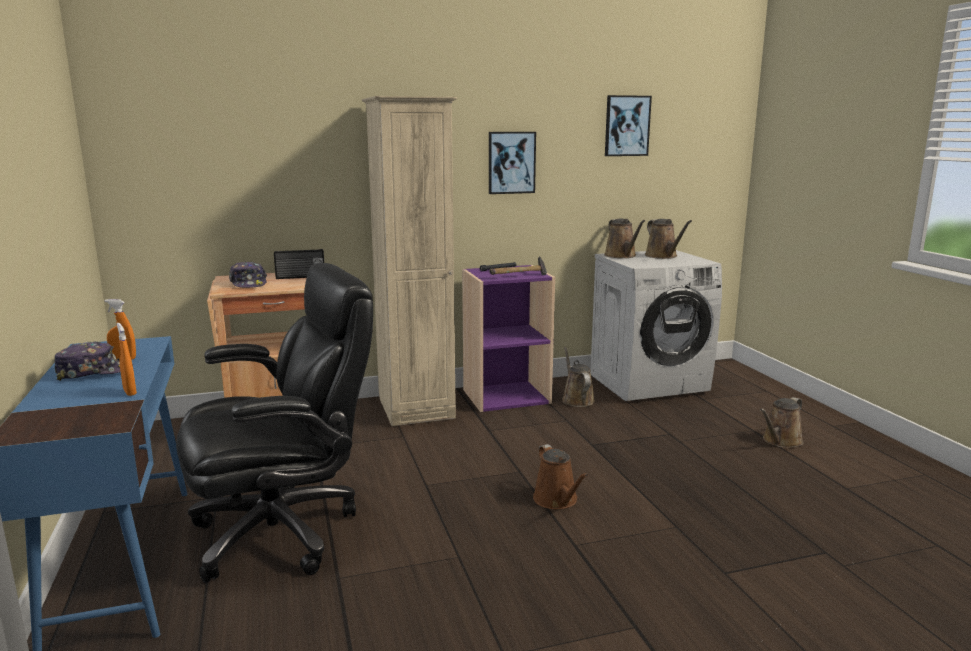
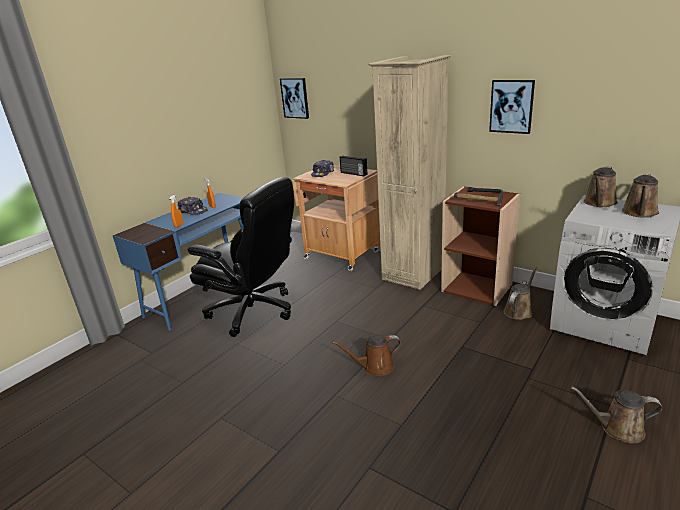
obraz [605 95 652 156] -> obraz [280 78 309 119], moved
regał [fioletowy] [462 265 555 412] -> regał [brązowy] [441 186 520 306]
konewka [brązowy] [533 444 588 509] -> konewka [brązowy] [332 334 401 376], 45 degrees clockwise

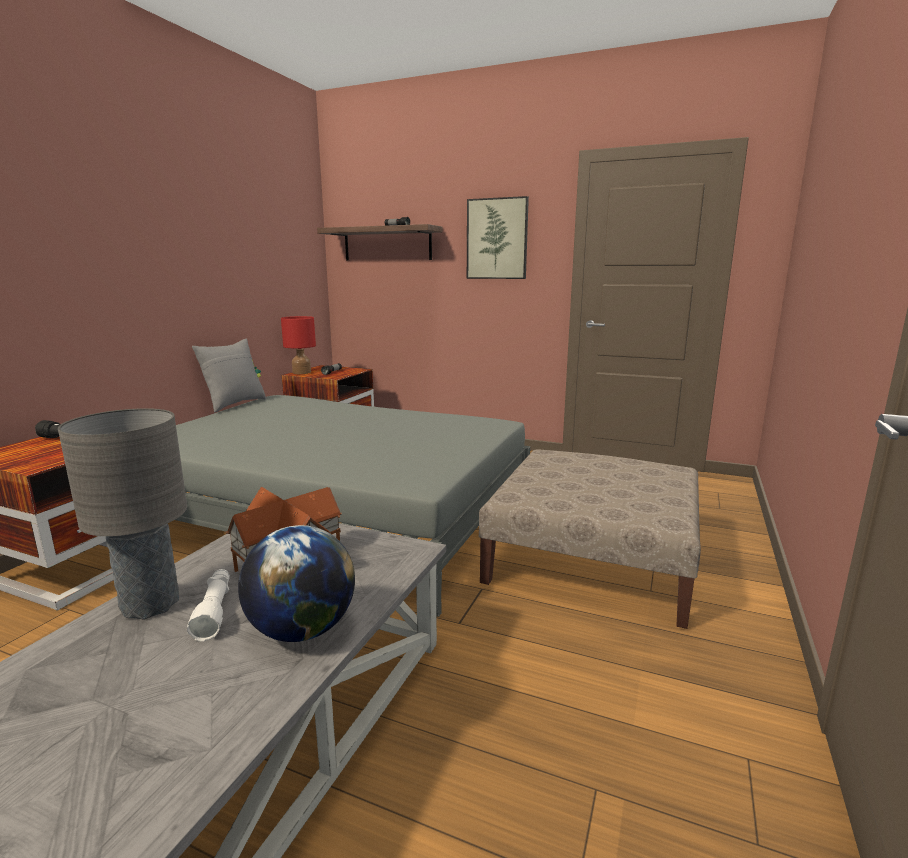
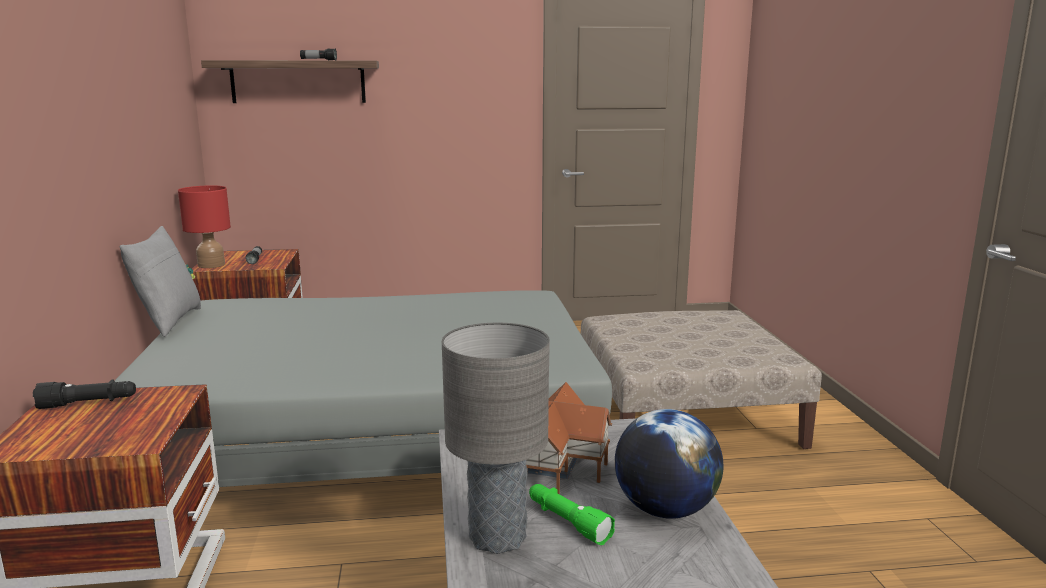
obraz [467 196 529 279] -> none
latarka [biały] [187 569 230 642] -> latarka [zielony] [529 484 615 545]

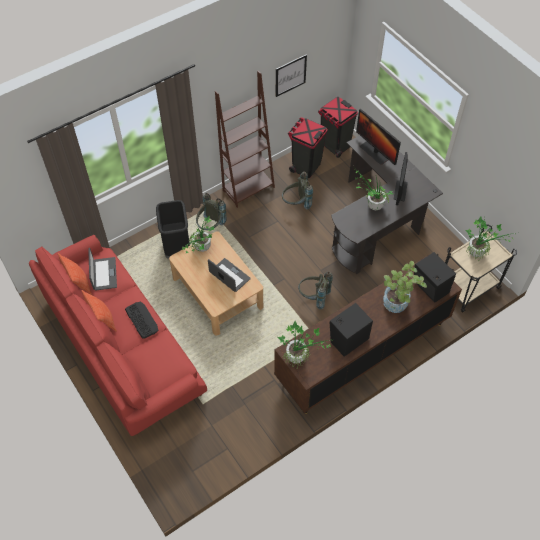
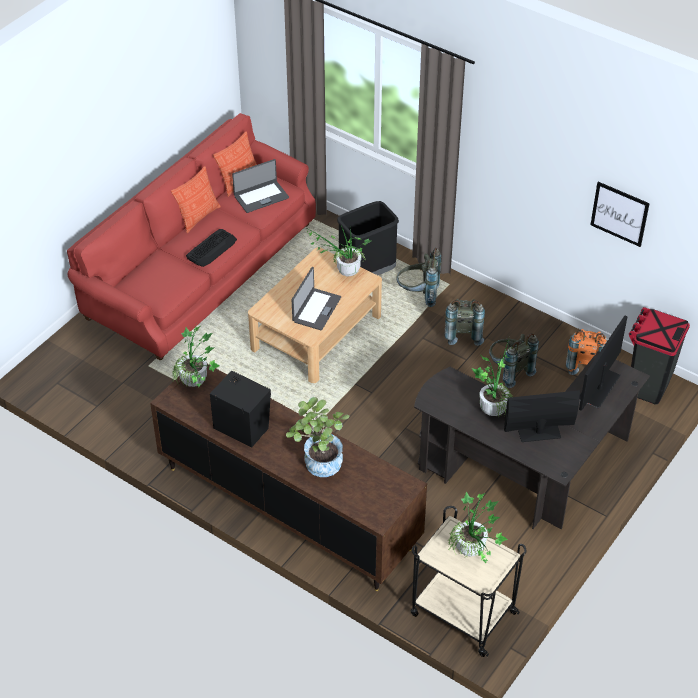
regał [brązowy] [215 71 275 208] -> none
kosz na śmieci [czarny] [288 117 327 178] -> plecak [pomarańczowy] [566 329 608 375]
głośnik [czarny] [414 252 456 303] -> none
plecak [szary] [298 271 333 310] -> plecak [szary] [444 299 485 346], moved

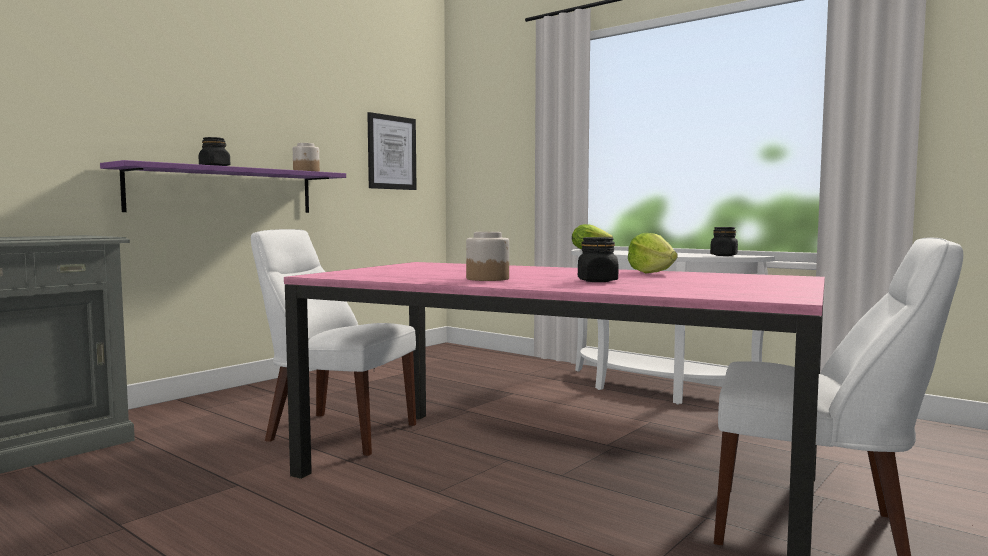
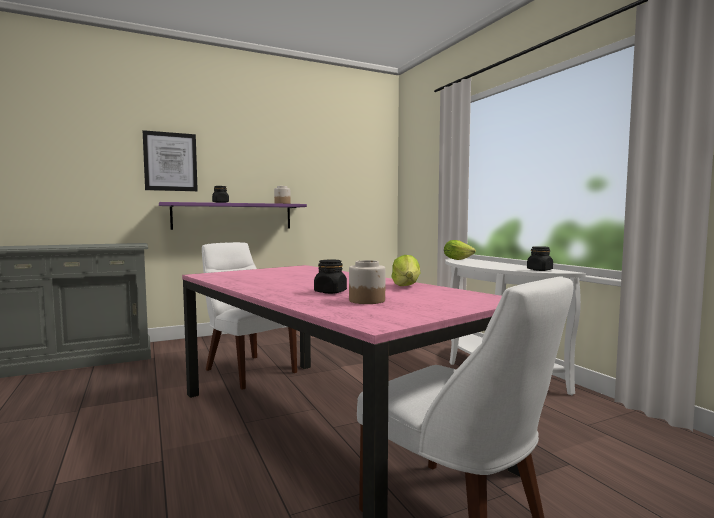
obraz [367 112 416 190] -> obraz [143 130 198 191], moved
słoik [466 232 509 281] -> słoik [349 260 385 304], moved

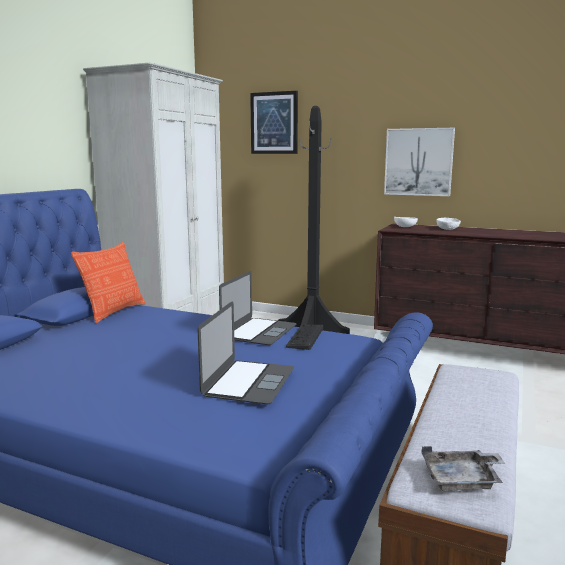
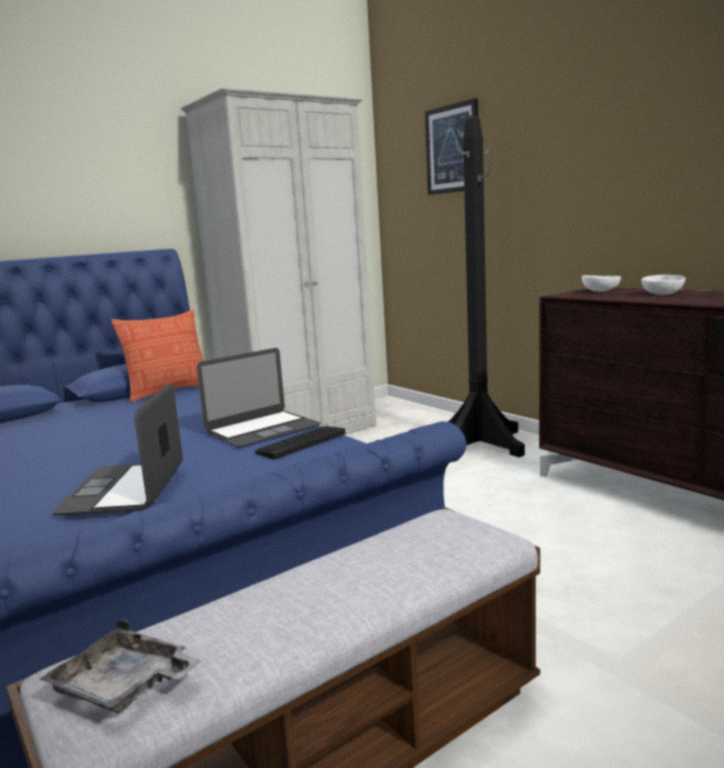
obraz [384 128 455 196] -> none
laptop [198 301 294 404] -> laptop [51 383 183 515], 135 degrees clockwise

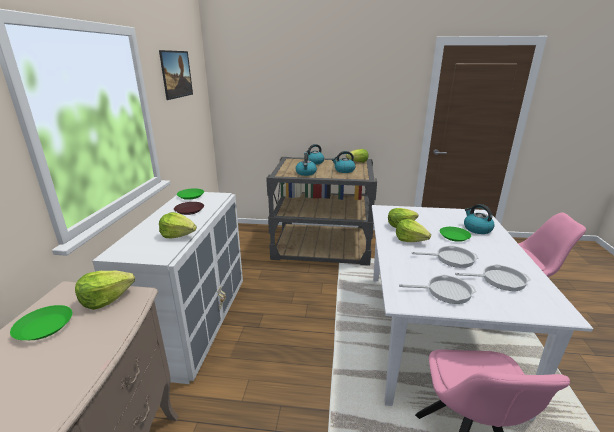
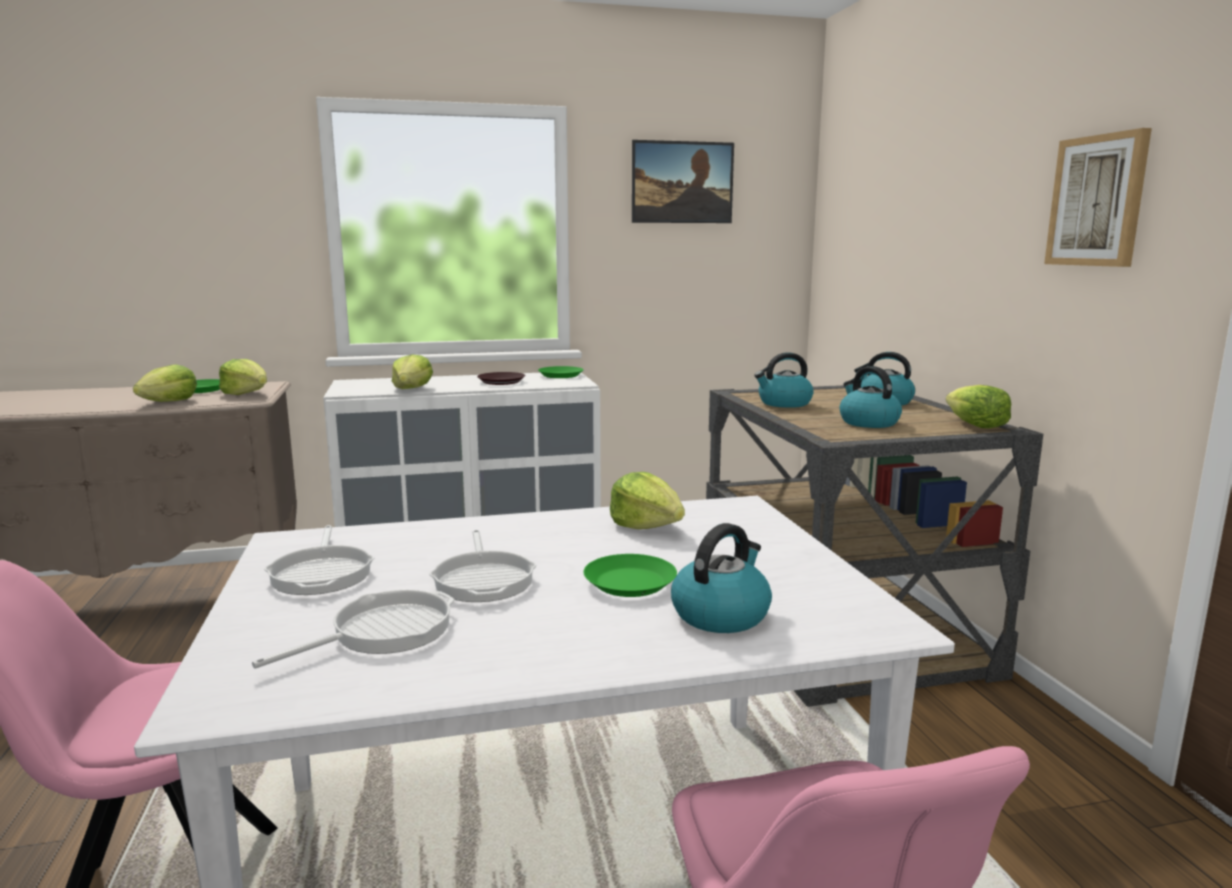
sałata [396 219 431 242] -> sałata [133 364 197 402], moved
patelnia [455 264 531 291] -> patelnia [252 590 455 669], 120 degrees counterclockwise
none -> obraz [1044 128 1152 267]

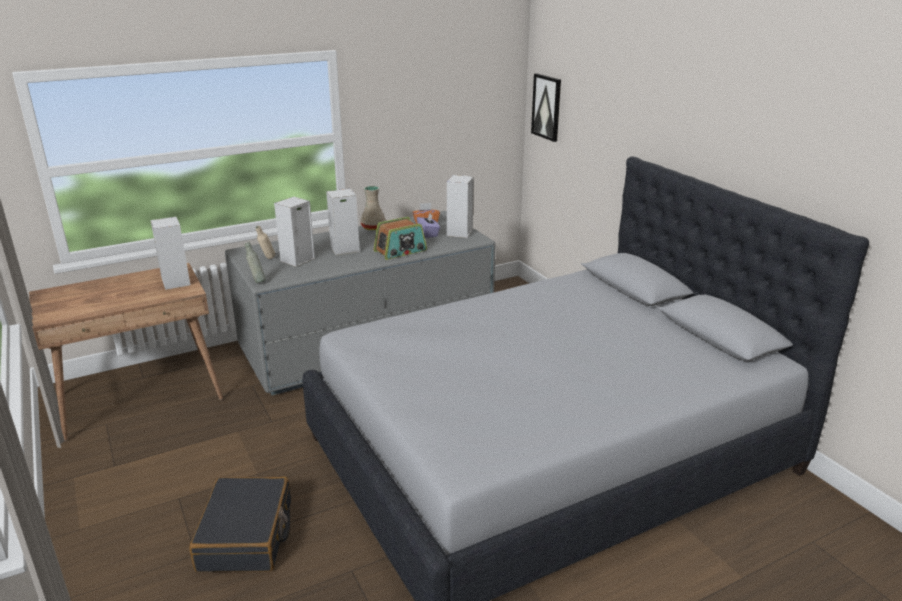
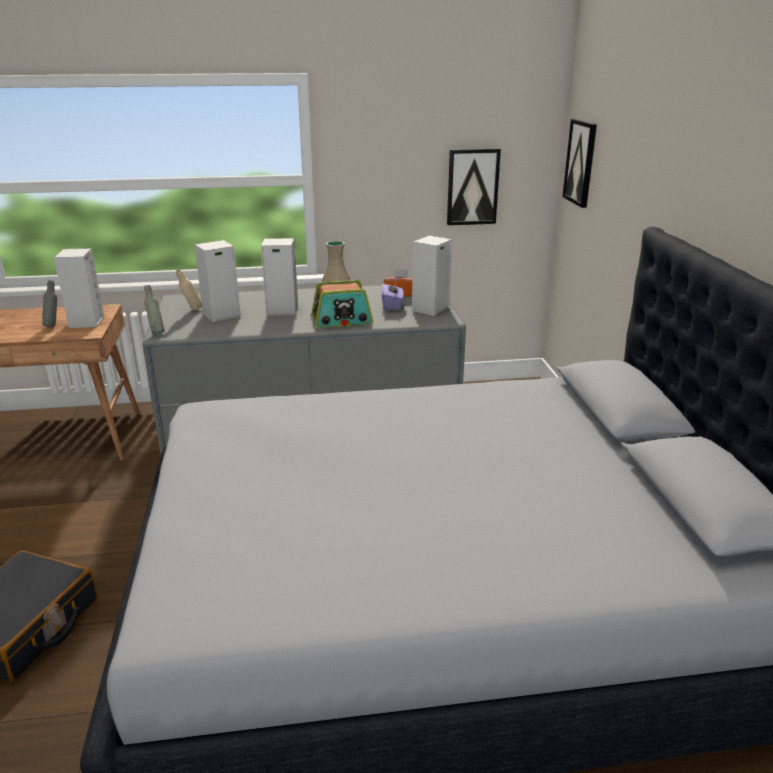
none -> obraz [447 148 501 225]
none -> butelka [szary] [42 280 57 327]

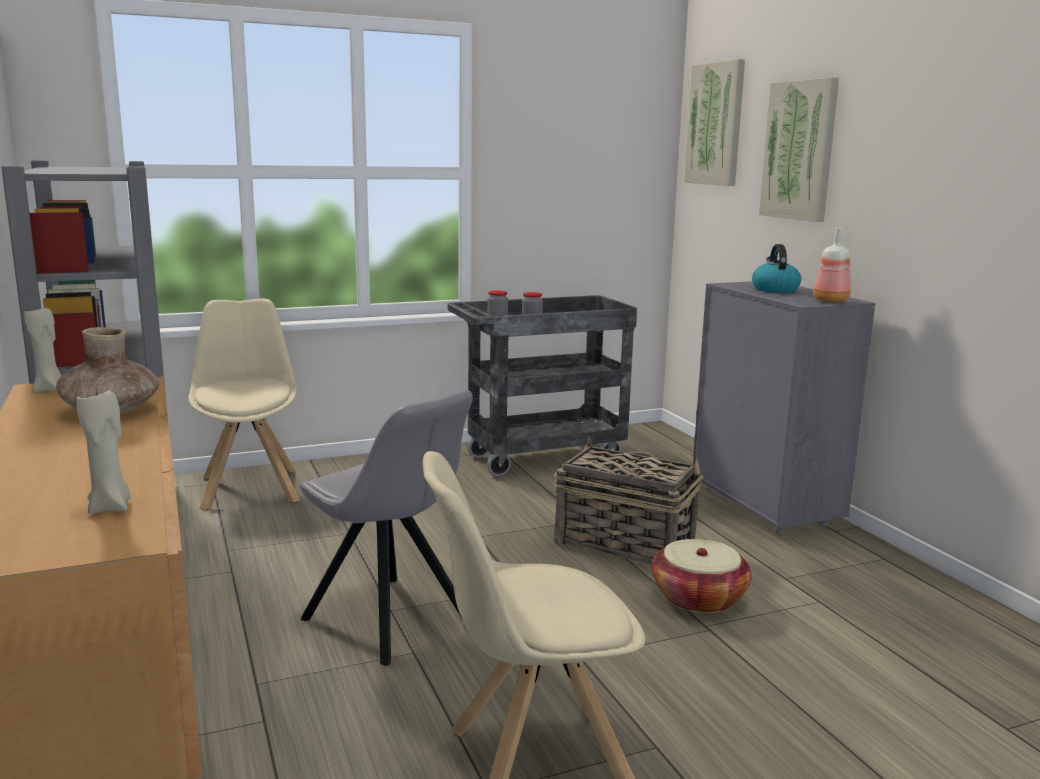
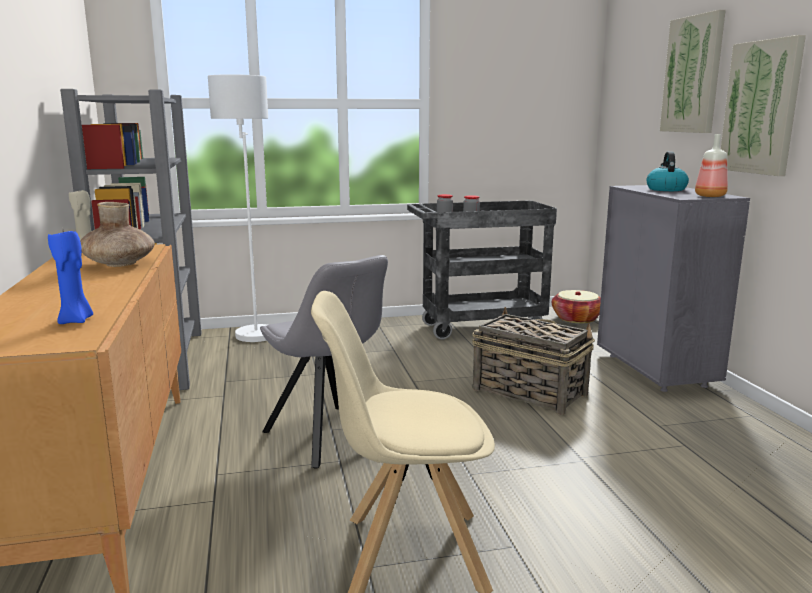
obraz [684 59 745 186] -> obraz [721 35 806 176], moved
krzesło [beżowy] [188 299 300 510] -> lampa stojąca [biały] [208 74 268 342]
świeca [beżowy] [76 390 131 514] -> świeca [niebieski] [48 231 93 324]
koszyk [652 539 752 613] -> koszyk [552 290 601 323], moved

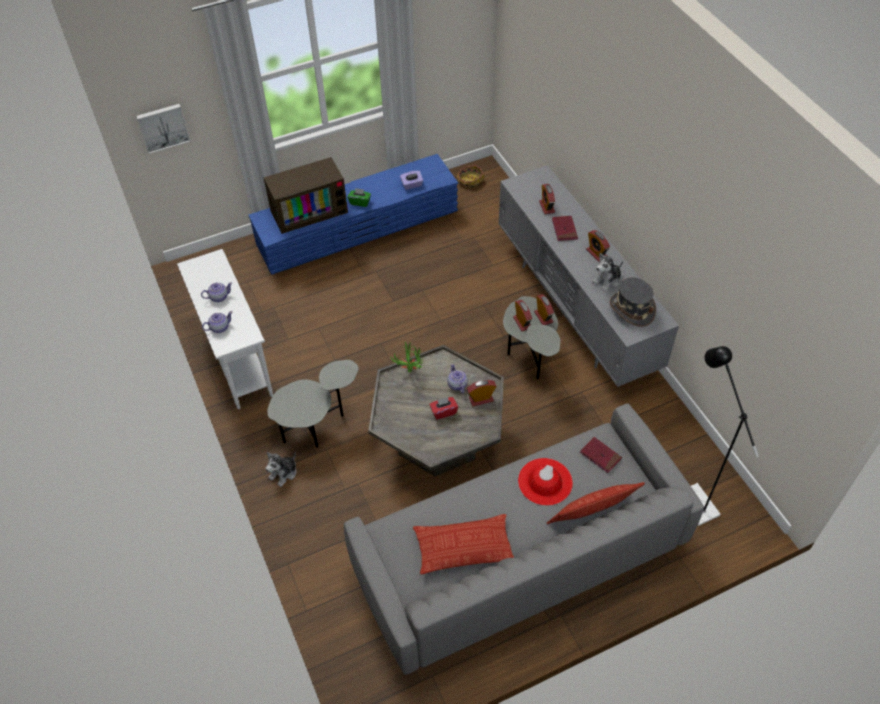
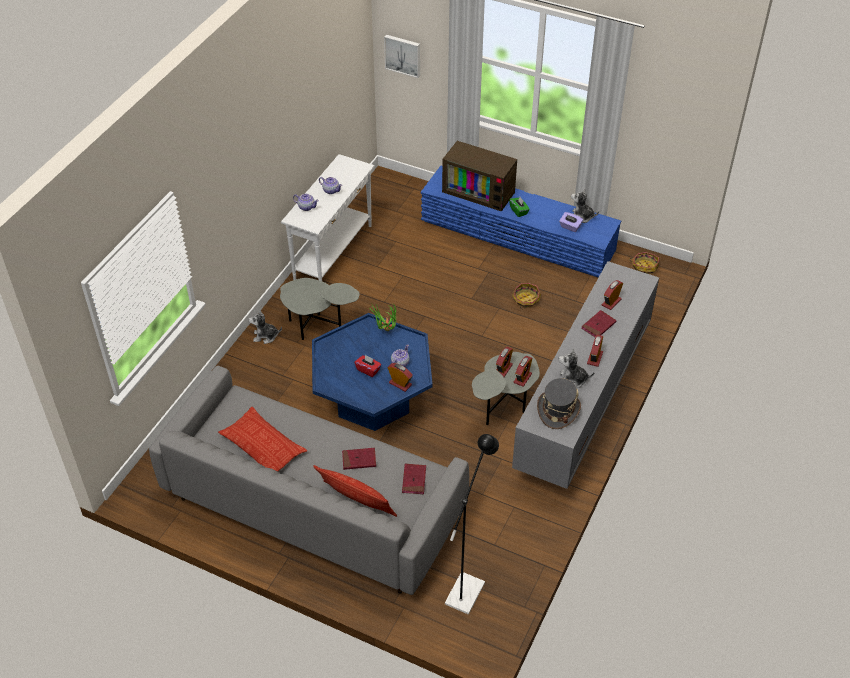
ława [szary] [368 345 504 476] -> ława [niebieski] [312 313 433 431]
kapelusz [czerwony] [518 458 573 506] -> książka [czerwony] [342 448 376 470]
none -> pluszak [571 189 599 223]
none -> koszyk [512 283 541 309]

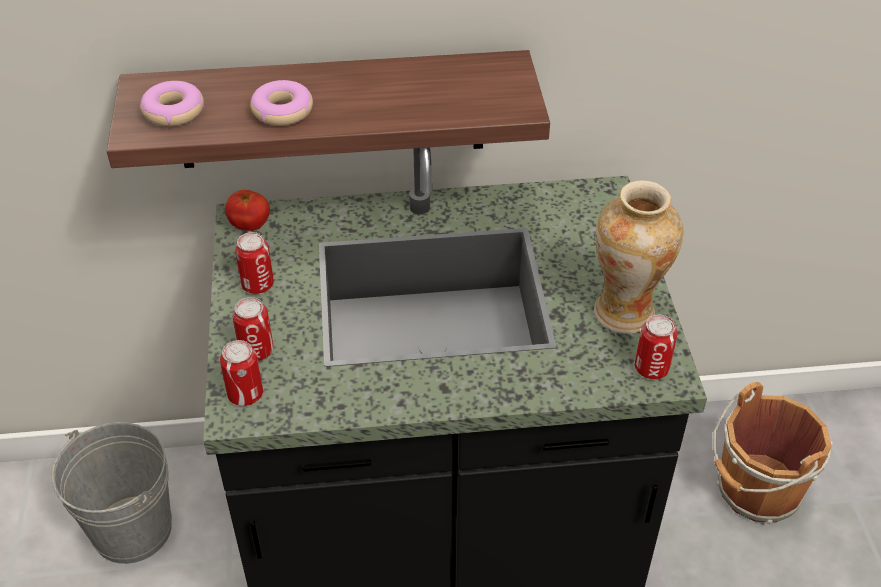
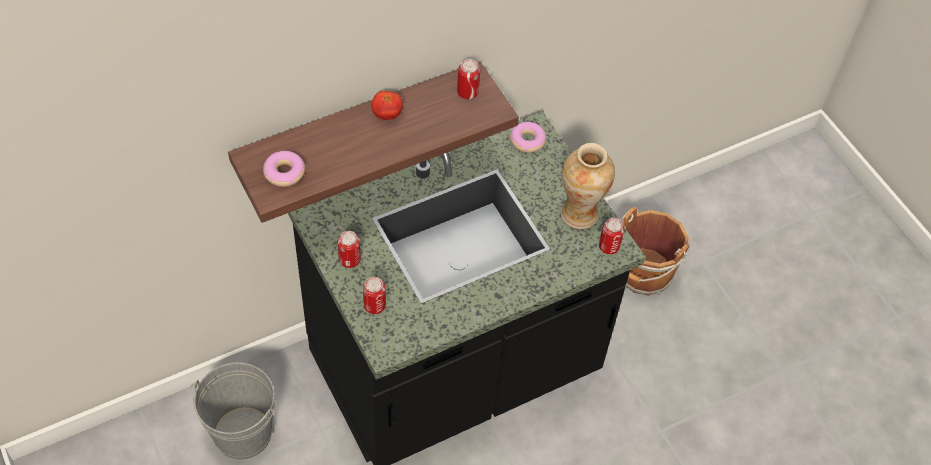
donut [250 80 313 126] -> donut [510 122 546 153], moved
pomidor [225 190 270 231] -> pomidor [371 91 403 120], moved
puszka [220 340 263 406] -> puszka [457 59 480 99], moved

